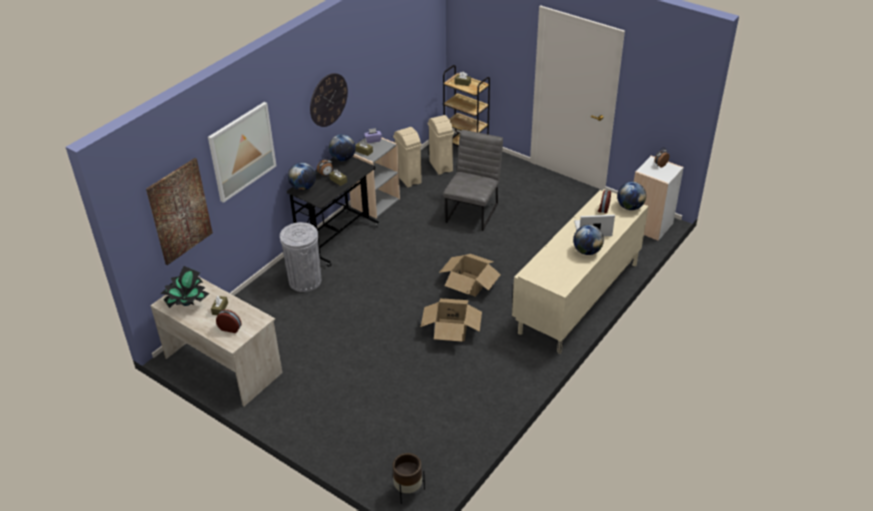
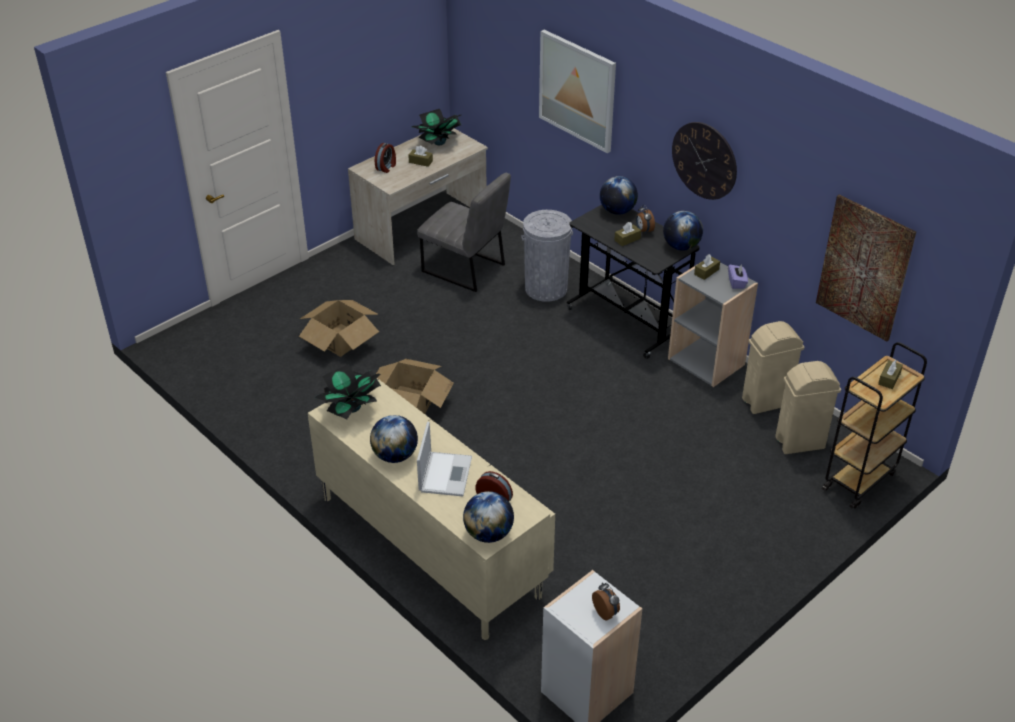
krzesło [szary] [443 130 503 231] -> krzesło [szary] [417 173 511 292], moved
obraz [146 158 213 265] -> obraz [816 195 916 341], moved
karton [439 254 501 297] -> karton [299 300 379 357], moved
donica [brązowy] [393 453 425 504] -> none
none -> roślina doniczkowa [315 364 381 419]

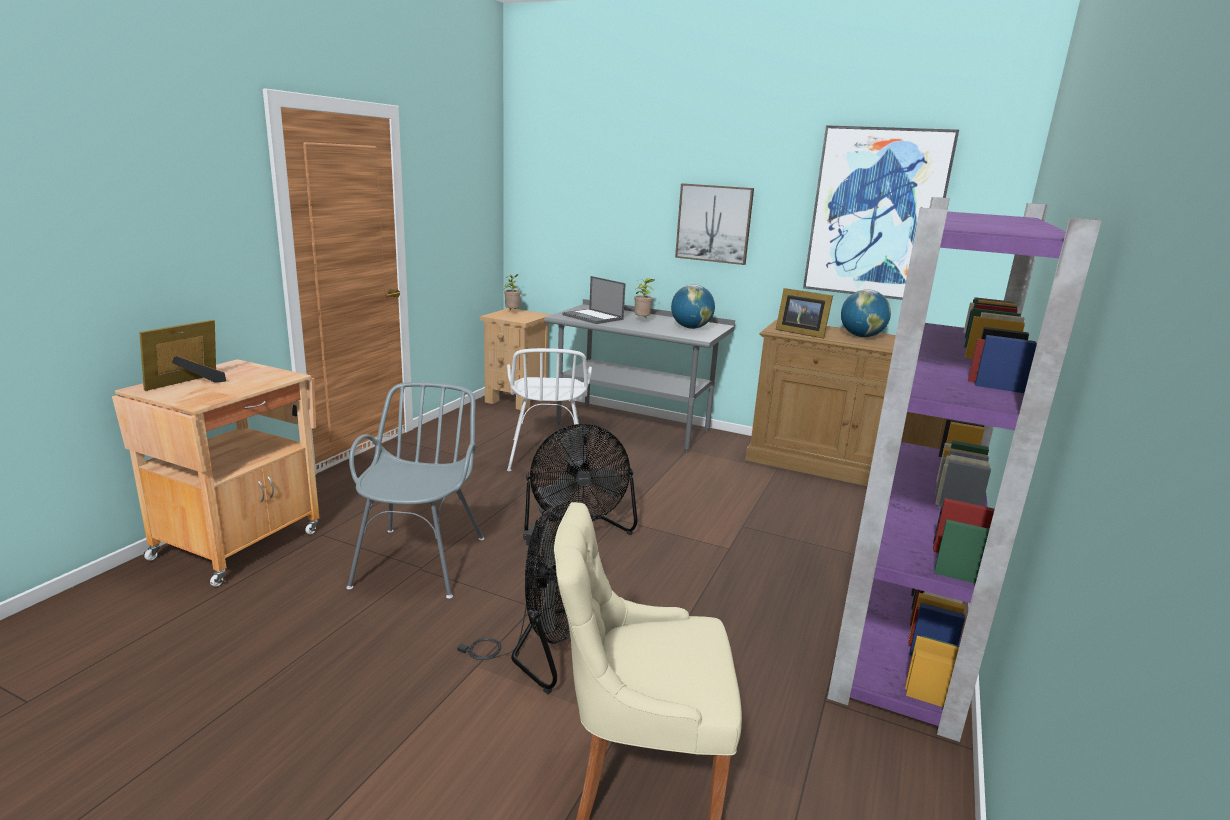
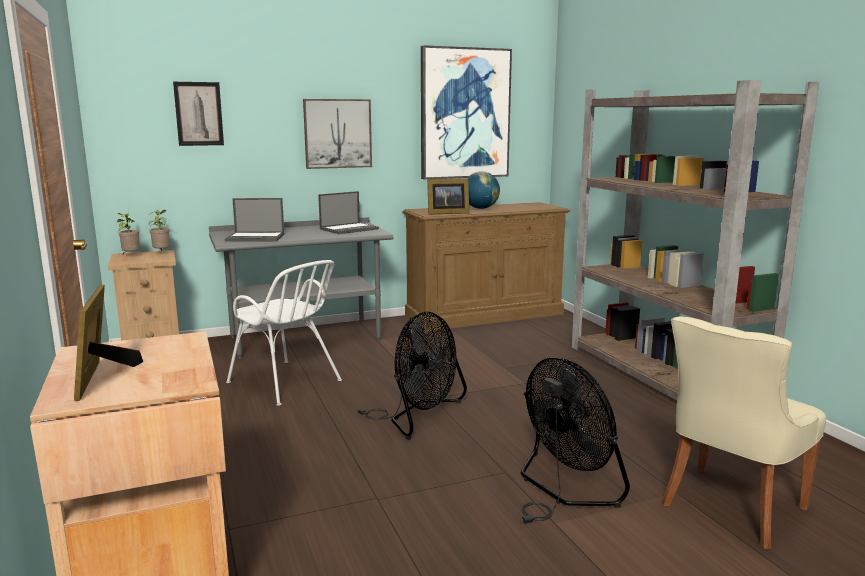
regał [fioletowy] [827 197 1102 742] -> regał [brązowy] [572 80 819 400]
roślina doniczkowa [634 278 654 319] -> roślina doniczkowa [149 210 170 251], moved
globus [671 285 715 329] -> laptop [318 191 379 234]
krzesło [szary] [346 382 484 599] -> none
none -> obraz [173 82 224 146]

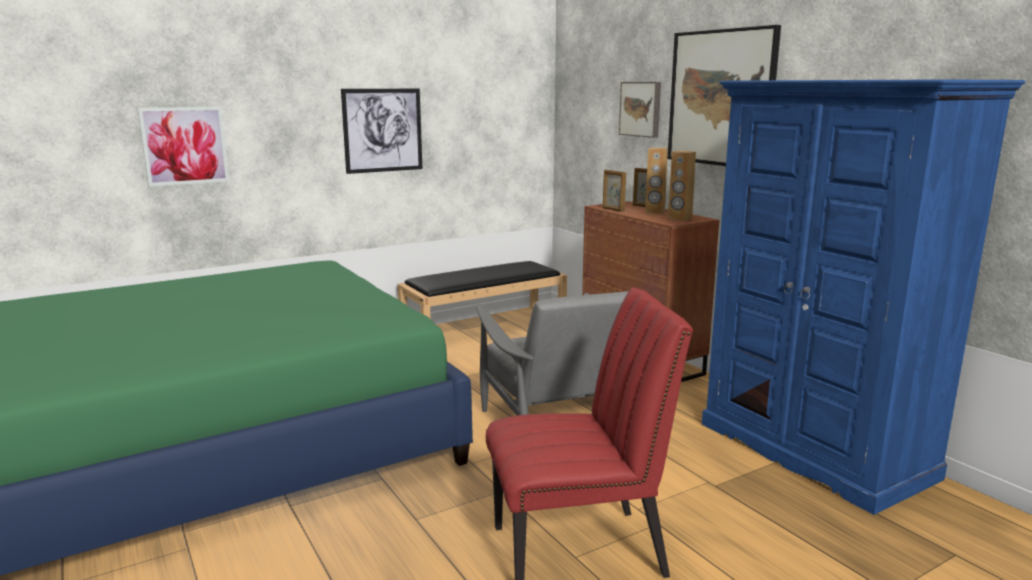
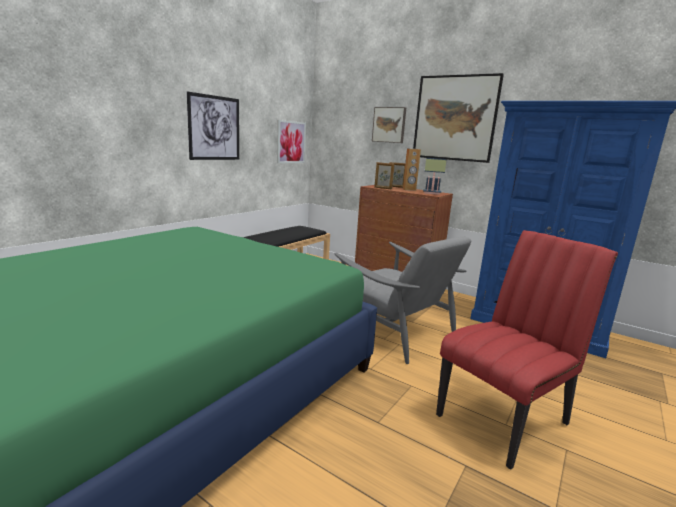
obraz [138 107 229 187] -> obraz [277 120 306 163], moved
głośnik [brązowy] [668 151 696 221] -> lampa stołowa [423 158 447 195]

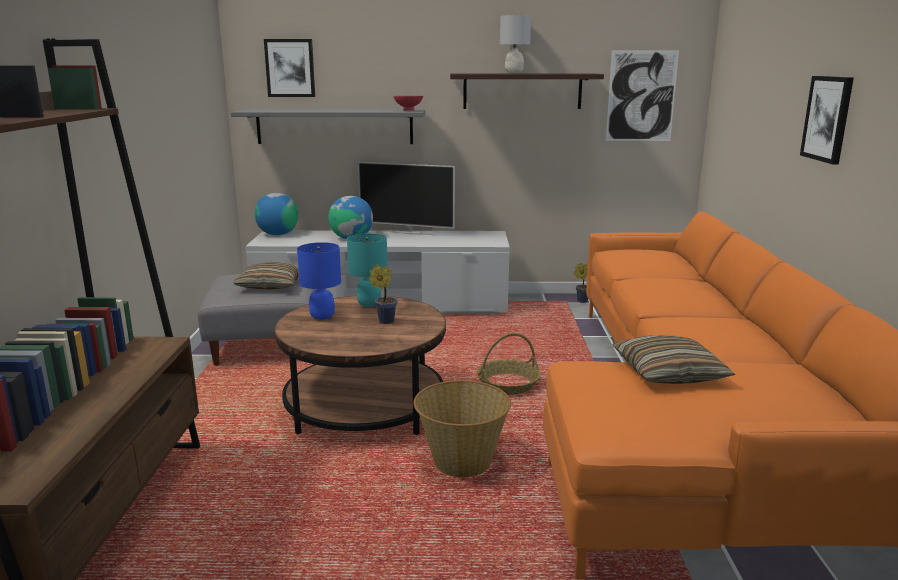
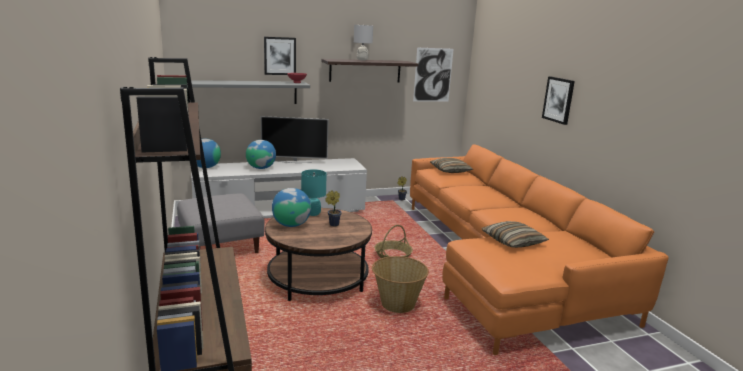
obraz [264 39 315 97] -> obraz [264 37 296 75], moved
lampa stołowa [niebieski] [297 242 341 320] -> globus [272 188 311 227]
poduszka [234 262 299 290] -> poduszka [430 158 473 173], moved

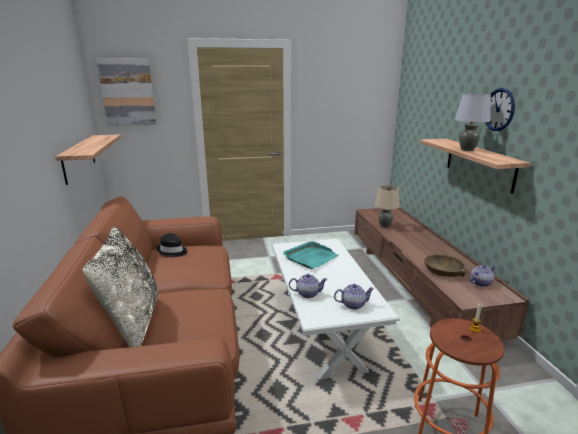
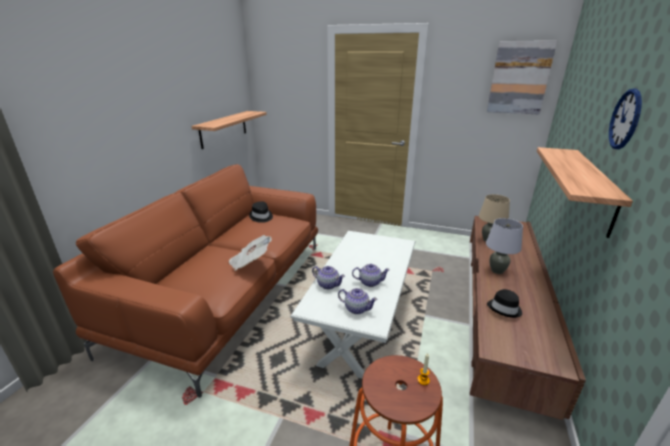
obraz [96 58 157 126] -> obraz [487 41 557 114], moved
lampa stołowa [szary] [455 94 491 151] -> lampa stołowa [szary] [486 218 523 274], moved
poduszka [beżowy] [83 227 158 347] -> none
taca [turkusowy] [283 241 338 269] -> none
miska [brązowy] [424 255 466 277] -> kapelusz [czarny] [487 289 522 318]
imbryk [470 265 496 287] -> imbryk [352 264 390 287], moved
none -> gazeta [228 235 272 271]

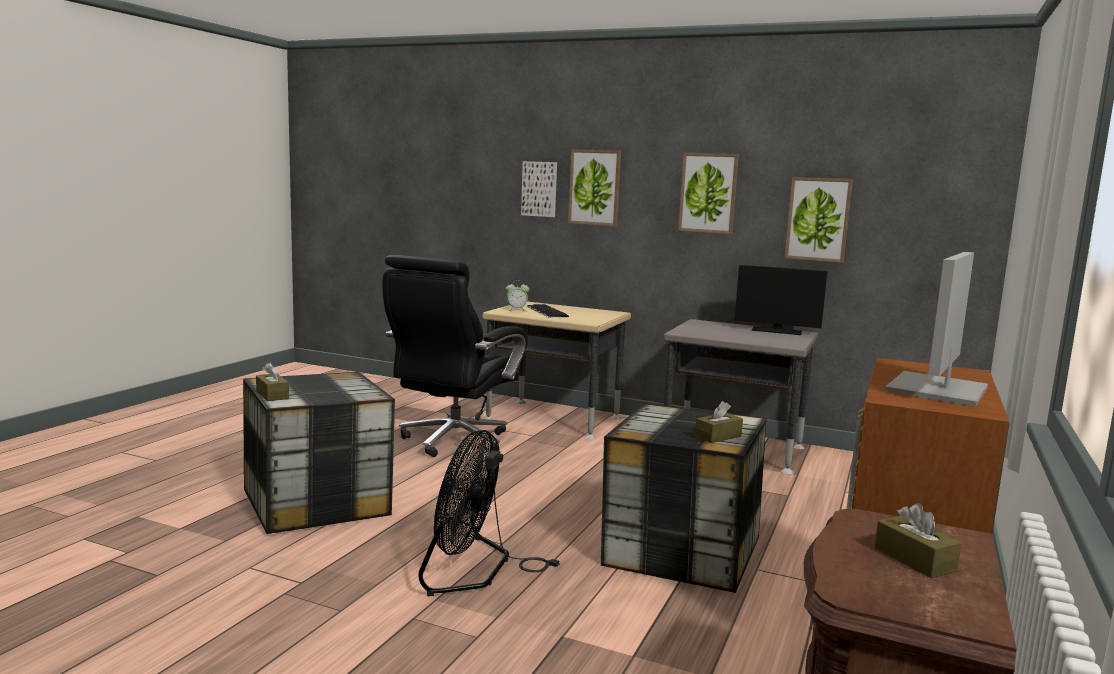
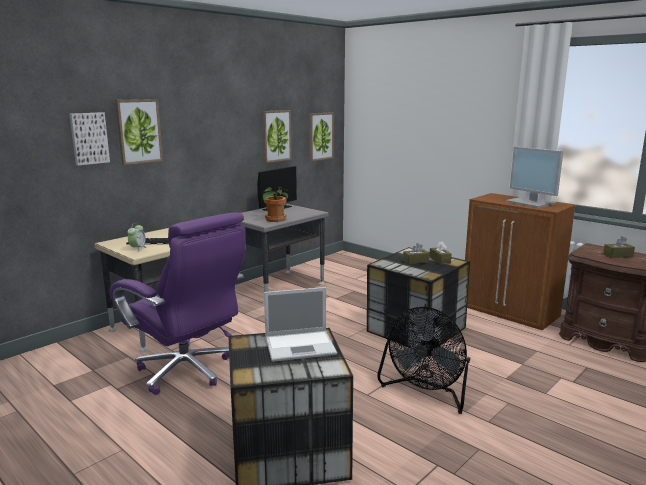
obraz [678 153 739 234] -> obraz [309 112 334 161], moved
krzesło biurowe [czarny] [382 255 528 457] -> krzesło biurowe [fioletowy] [110 212 246 395]
pudełko chusteczek [brązowy] [256 362 289 401] -> pudełko chusteczek [brązowy] [403 243 430 264], moved
none -> roślina doniczkowa [263 187 288 222]
none -> laptop [264 287 337 362]

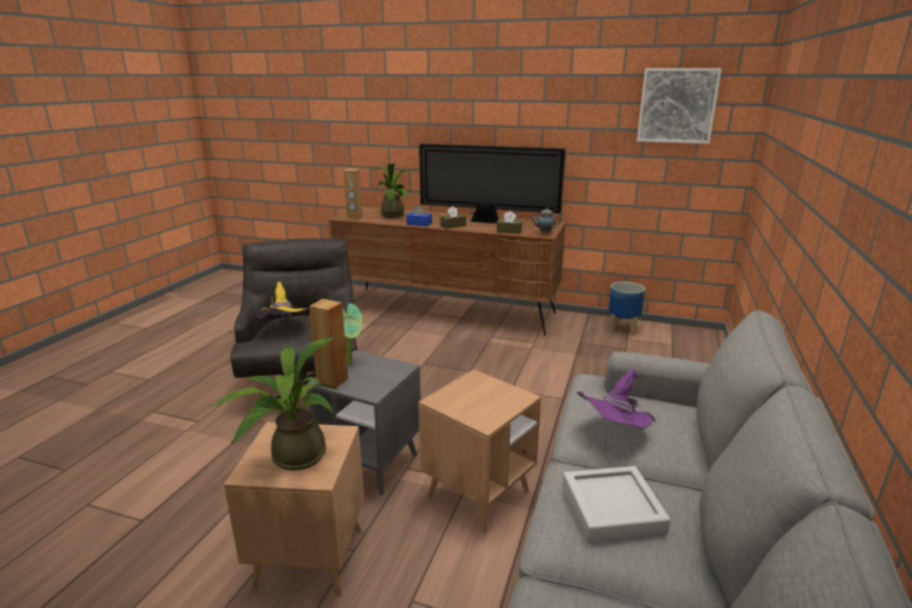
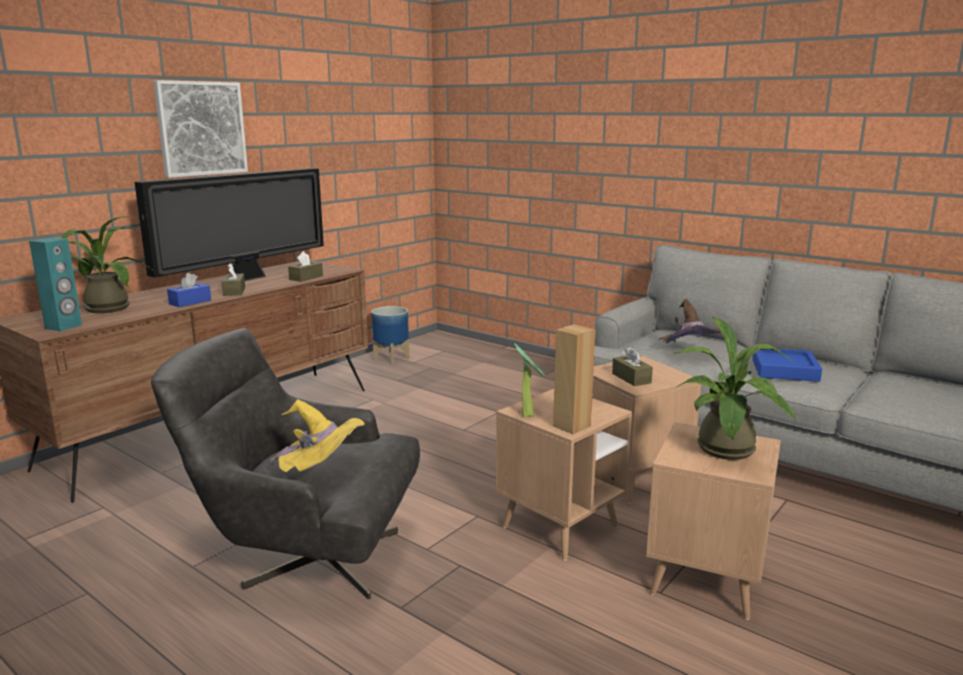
obraz [637 68 722 144] -> obraz [153 80 248 178], moved
głośnik [brązowy] [343 168 363 219] -> głośnik [turkusowy] [29 237 82 331]
imbryk [530 207 561 234] -> none
stolik [szary] [306 350 421 496] -> stolik [brązowy] [496 389 632 561]
kapelusz [fioletowy] [576 369 656 429] -> kapelusz [brązowy] [658 299 721 343]
taca [szary] [562 466 671 543] -> taca [niebieski] [752 349 822 382]
none -> pudełko chusteczek [brązowy] [612 346 653 386]

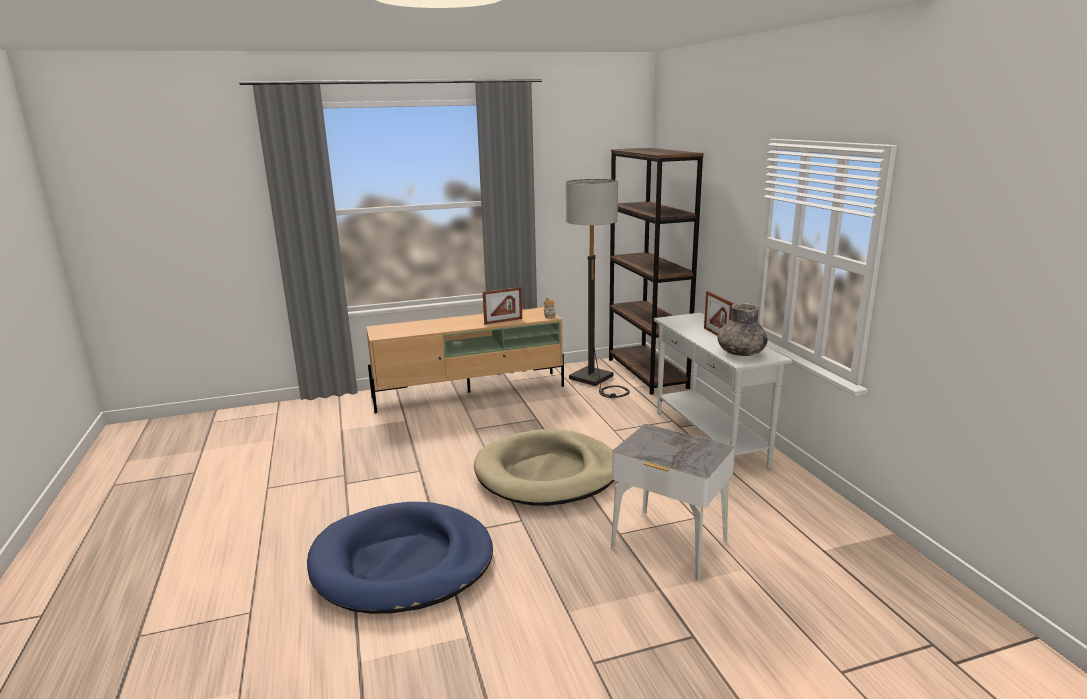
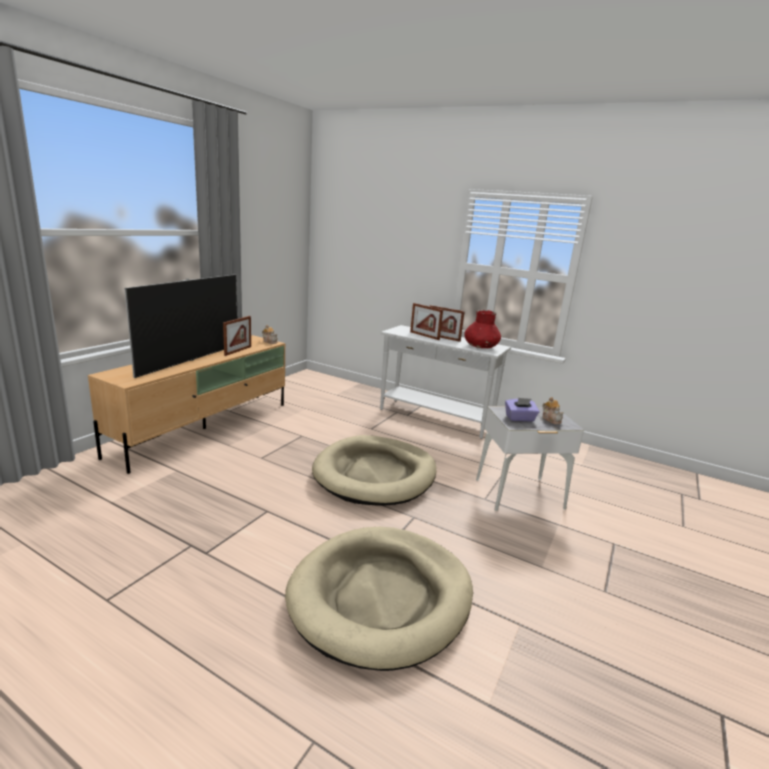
regał [brązowy] [609 148 704 395] -> none
lampa stojąca [566 179 630 399] -> none
wazon [szary] [717 303 768 356] -> wazon [czerwony] [464 310 501 348]
legowisko [niebieski] [307 502 493 614] -> legowisko [beżowy] [285 527 473 671]
none -> telewizor [124 274 238 378]
none -> ramka na zdjęcie [410 303 443 340]
none -> imbryk [542 397 564 424]
none -> pudełko chusteczek [fioletowy] [505 398 539 422]

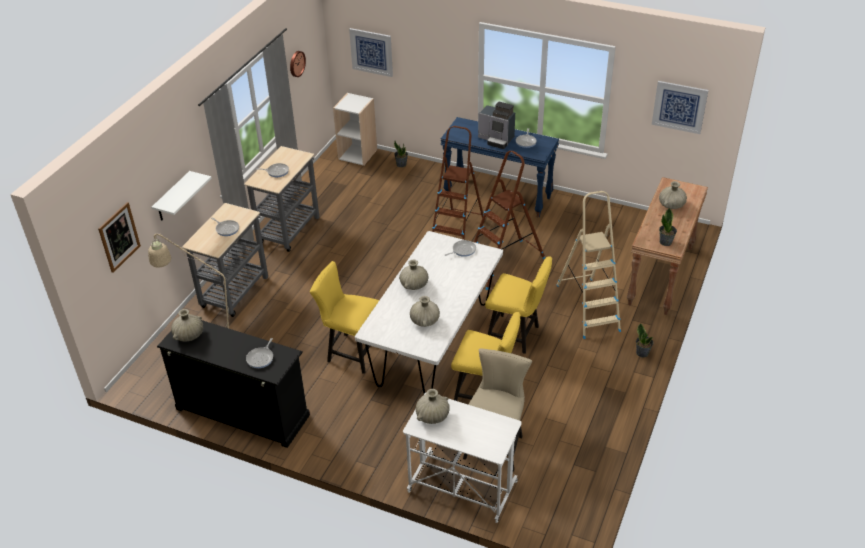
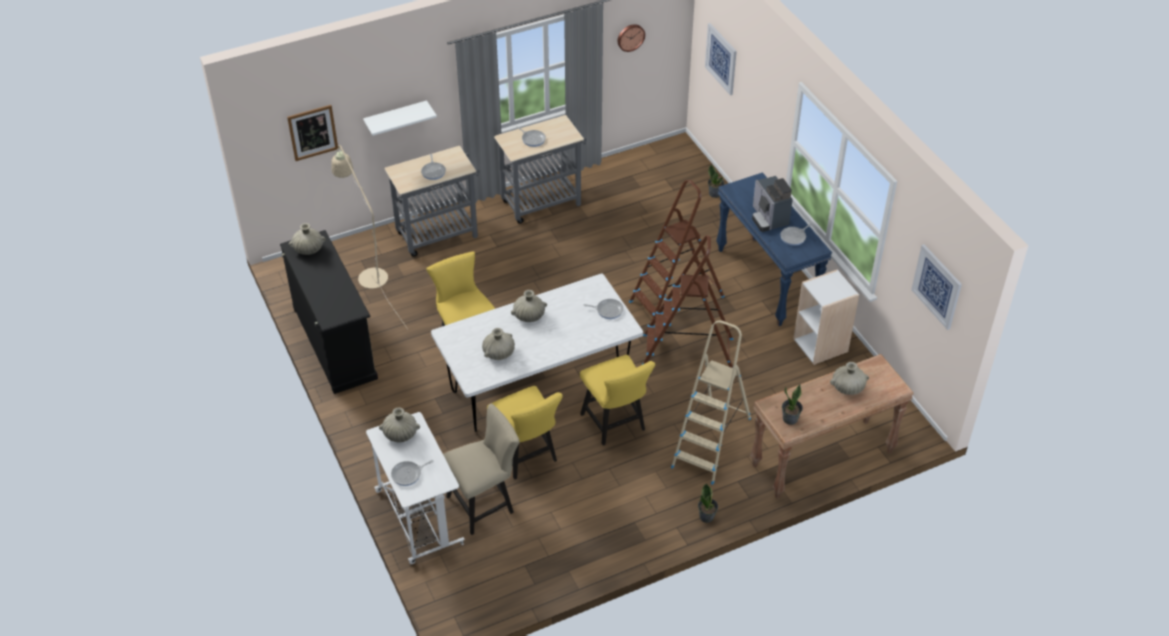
regał [333 93 377 166] -> regał [793 270 859 365], moved
patelnia [246 338 273 368] -> patelnia [391 460 434 486], moved

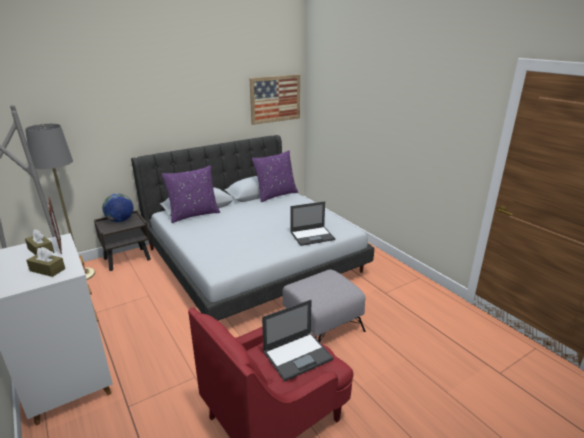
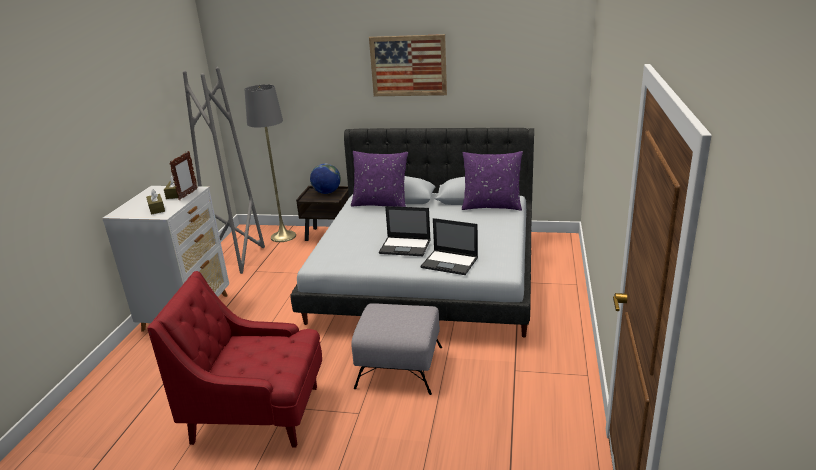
obraz [250 74 300 125] -> obraz [369 34 447 96], moved
laptop [262 300 334 381] -> laptop [379 206 431 256], moved

